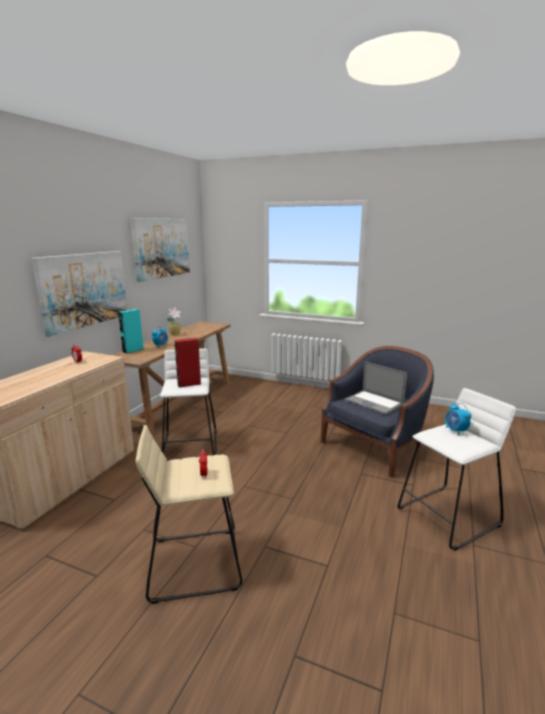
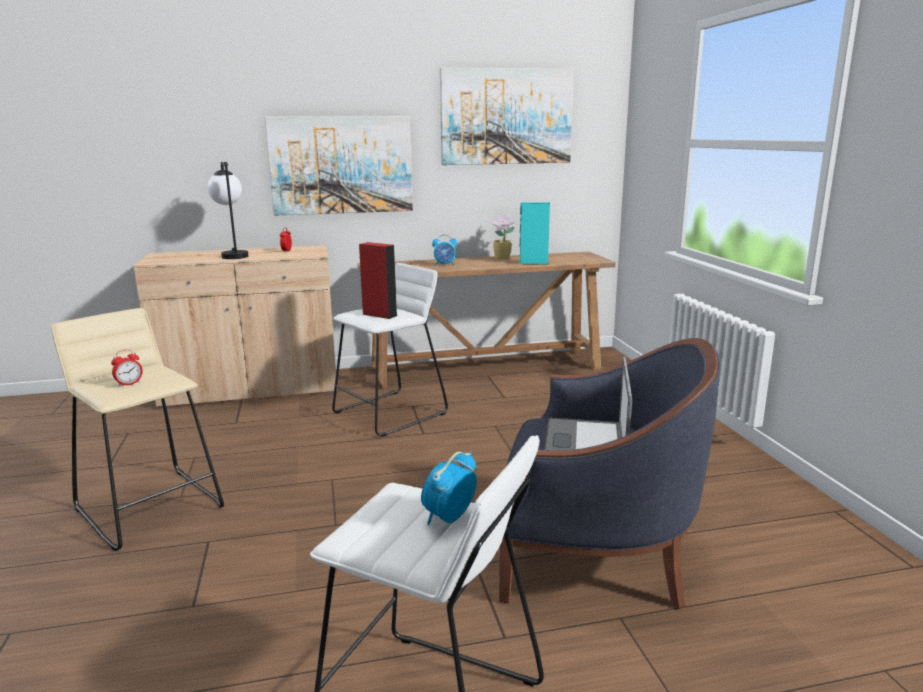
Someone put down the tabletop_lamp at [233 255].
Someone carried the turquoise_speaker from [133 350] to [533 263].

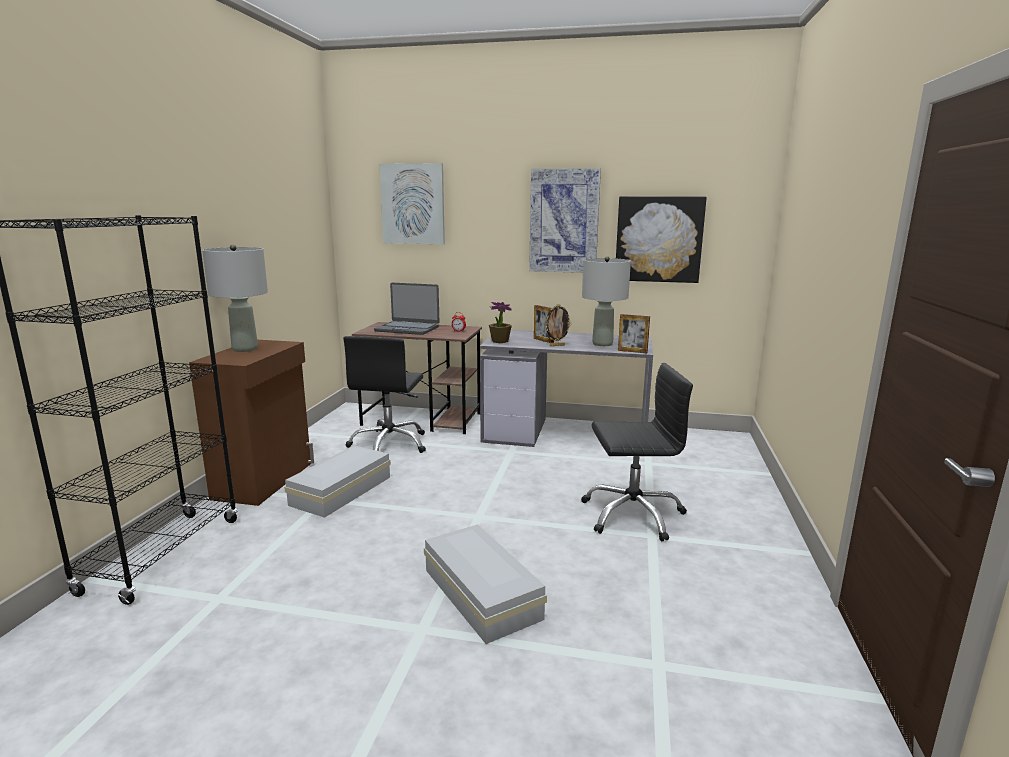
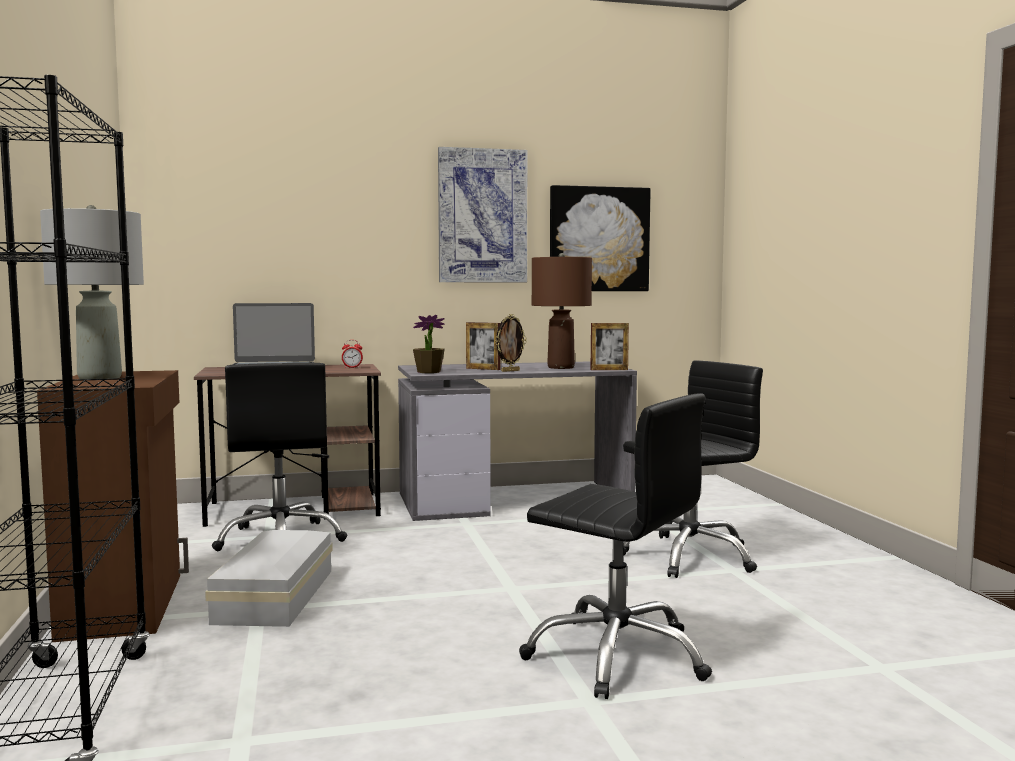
Someone took away the wall_picture at [413 204].
Someone swapped the whitish_storage_bin at [481 595] for the black_office_chair at [617 656].
Someone repainted the greyish_tabletop_lamp at [602 344], which became the brown-coloured_tabletop_lamp at [561 367].

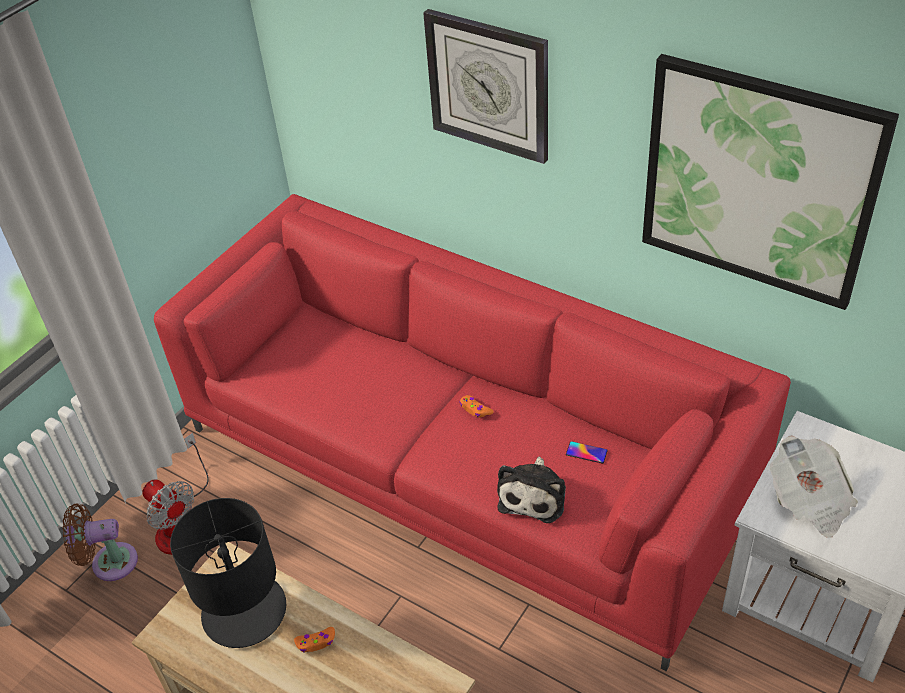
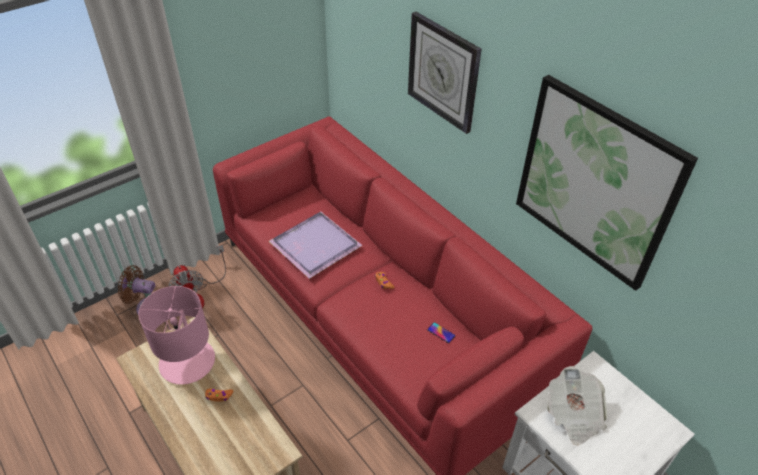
Someone took away the cuddly_toy at [534 495].
Someone put down the purplish_tray at [313 245].
Someone repainted the black_tabletop_lamp at [244 610], which became the pink_tabletop_lamp at [187 361].

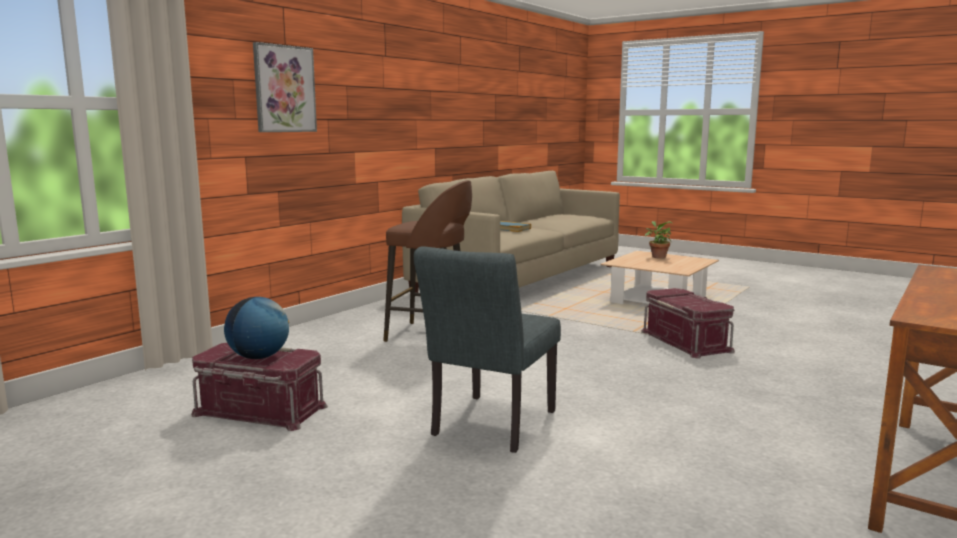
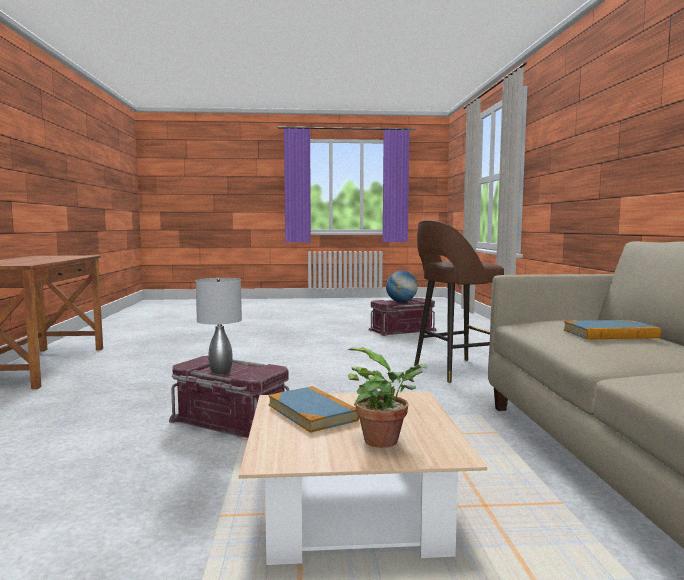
Someone took away the wall_picture at [284 89].
Someone took away the greyish_chair at [489 427].
Someone put down the greyish_tabletop_lamp at [221 371].
Someone put down the bound_book at [312 412].

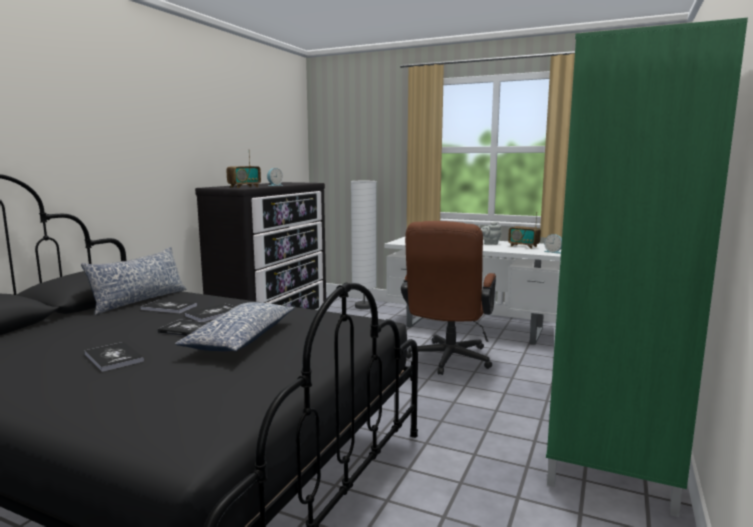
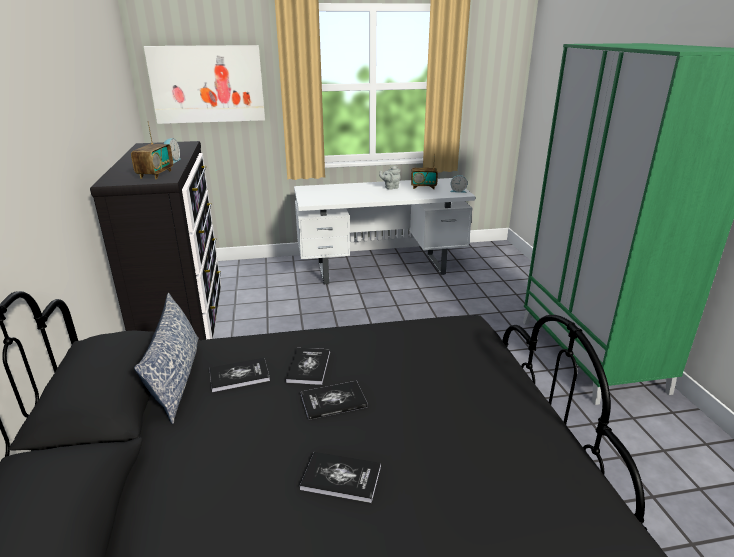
Someone took away the throw_pillow at [240 339].
Someone took away the whitish_standing_lamp at [364 306].
Someone took away the brown-coloured_office_chair at [447 361].
Someone put up the wall_picture at [207 84].

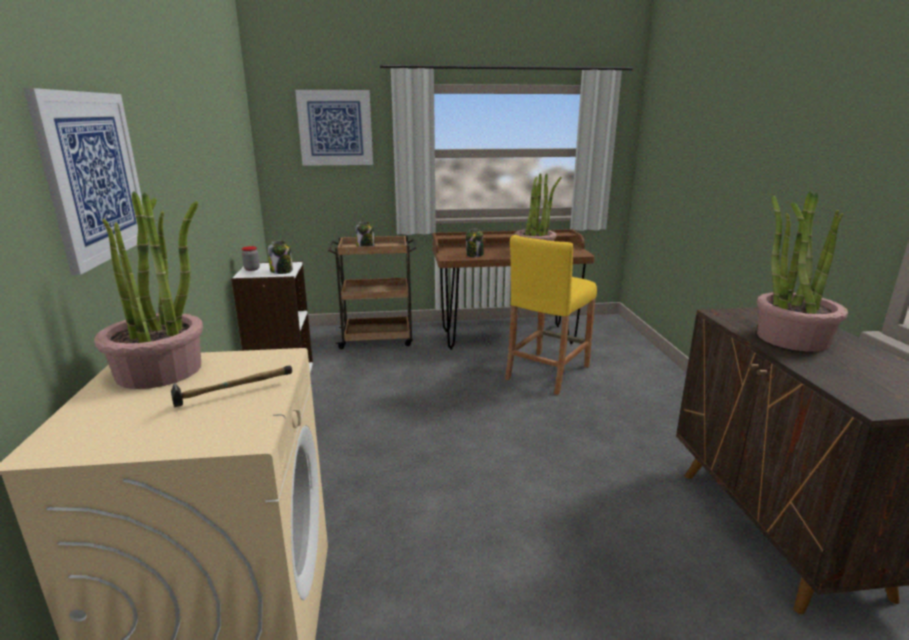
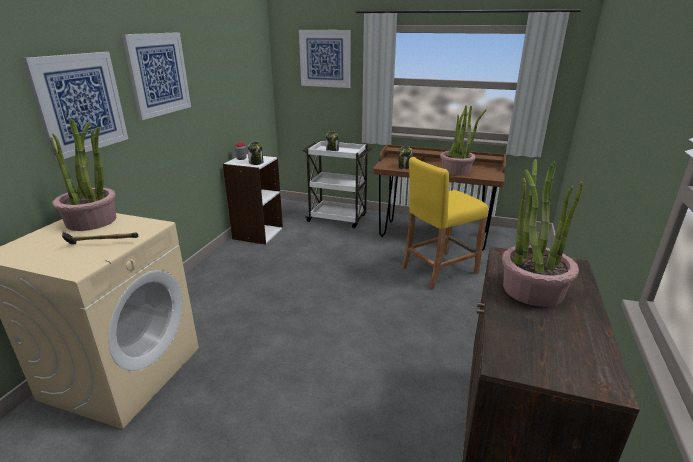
Someone put up the wall_picture at [158 74].
Someone repainted the brown-coloured_trolley at [378 339], which became the whitish_trolley at [338 218].

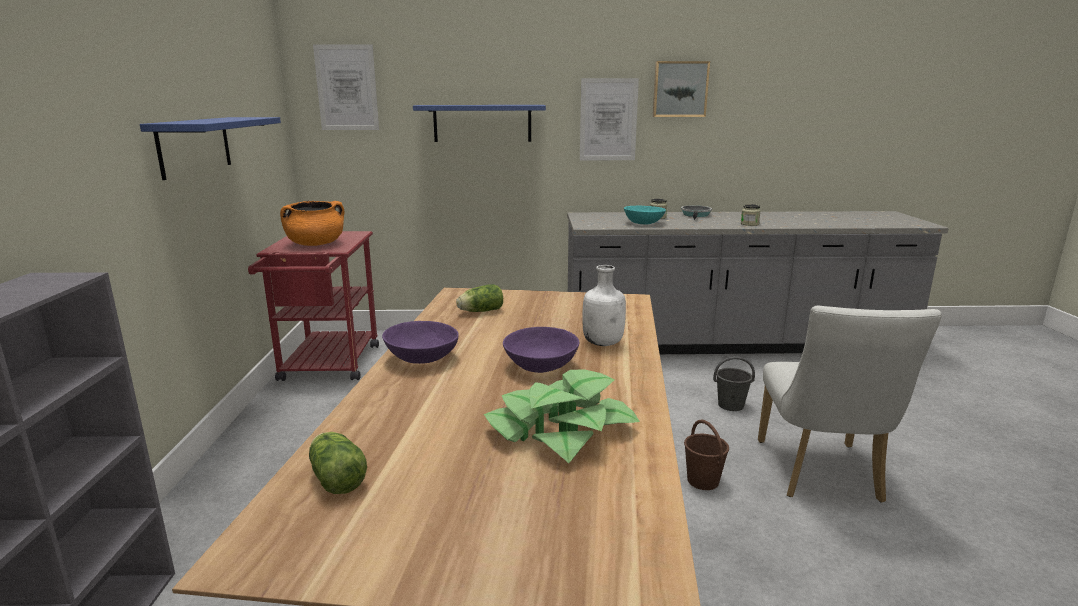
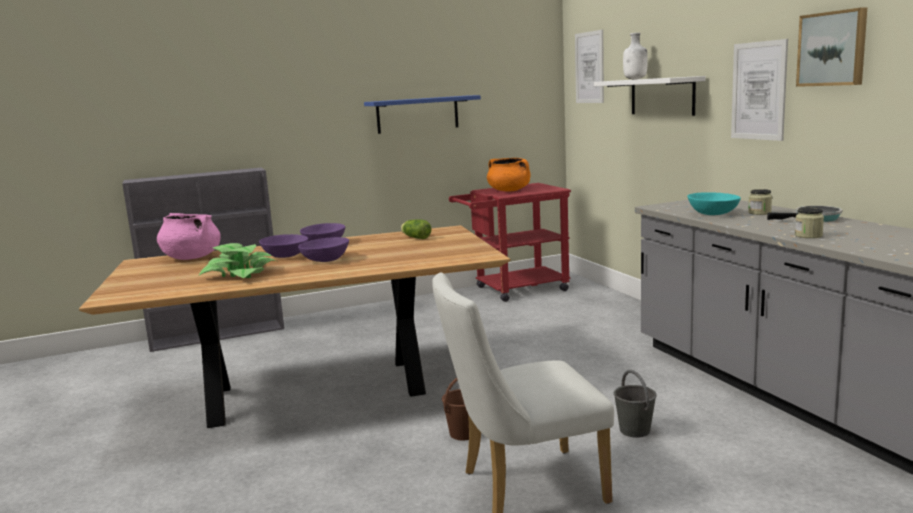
Someone put down the purplish_serving_bowl at [285 256].
Someone carried the whitish_beverage_bottle from [603 343] to [635 79].
Someone swapped the lettuce_head at [336 477] for the pink_stockpot at [191 258].
Someone repainted the bluish_wall_shelf at [482 123], which became the whitish_wall_shelf at [662 96].

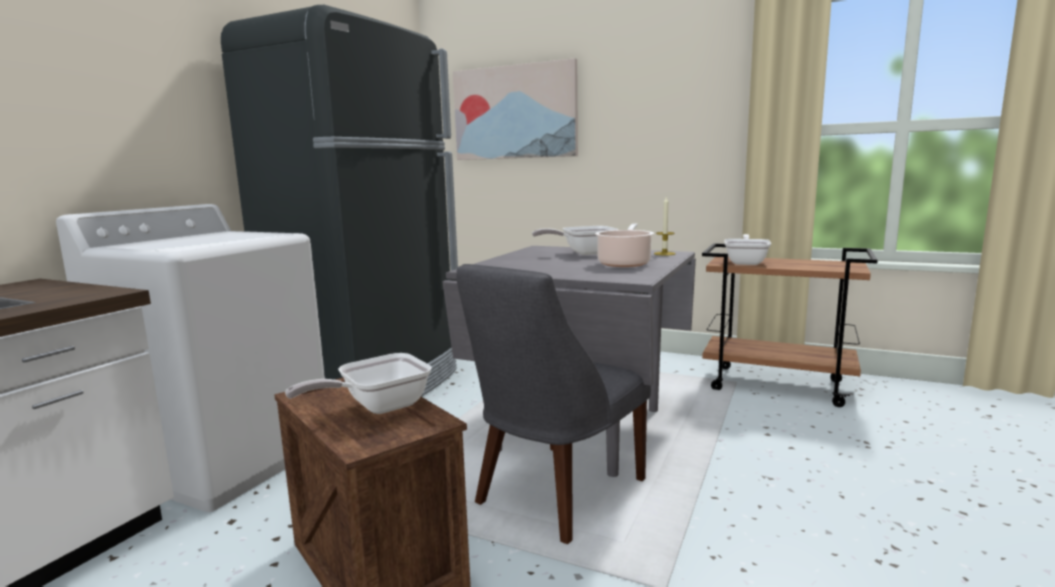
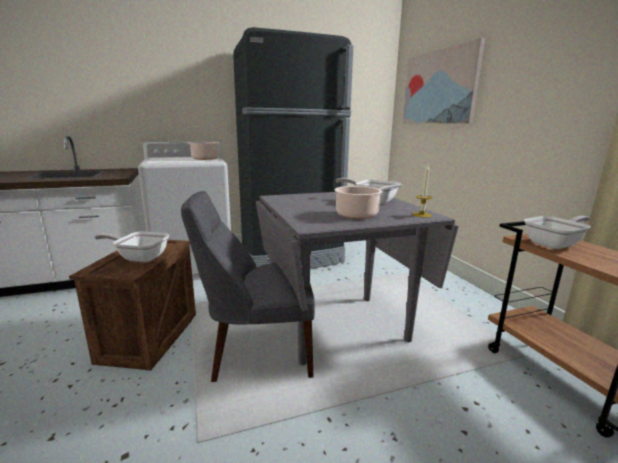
Someone put down the stockpot at [203 159].

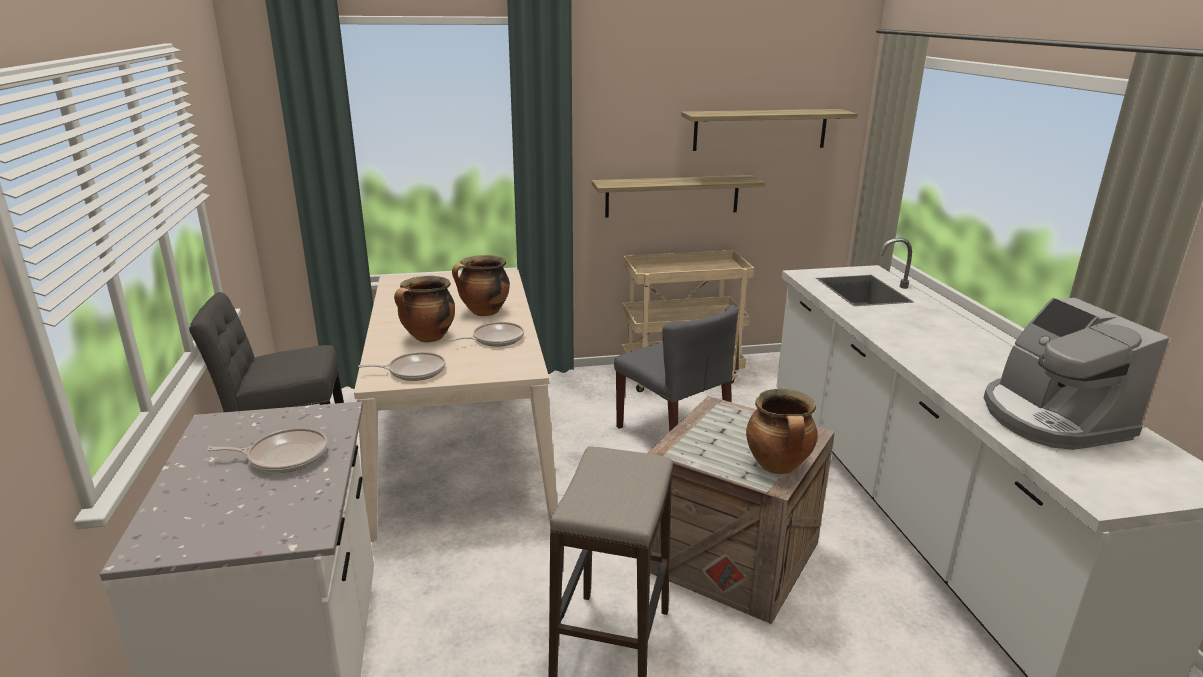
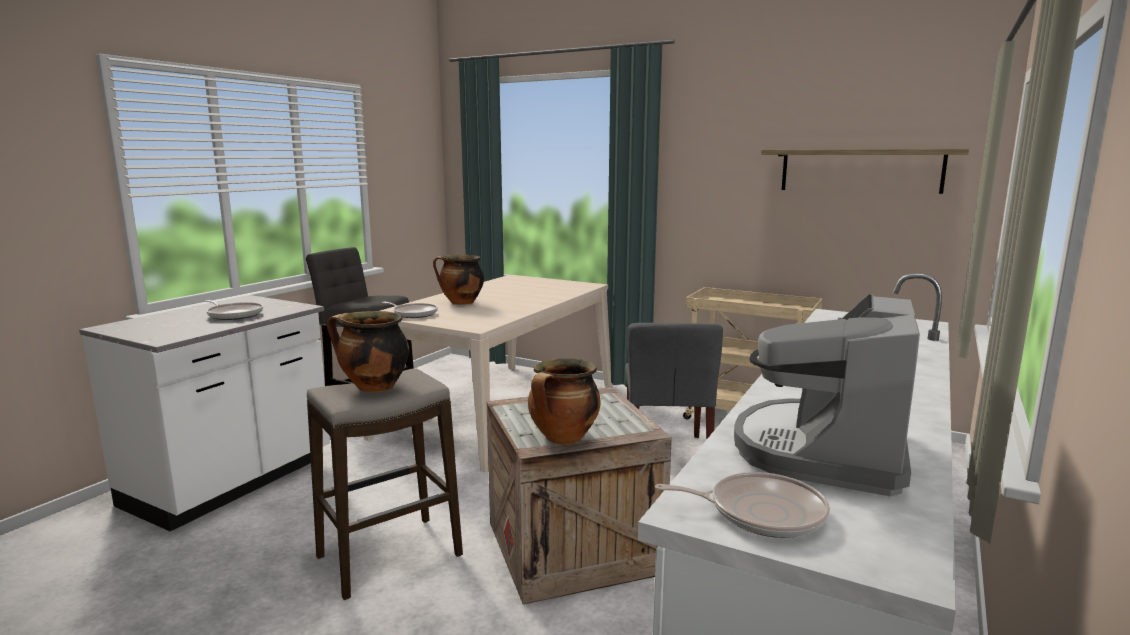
Someone took away the wall_shelf at [672 196].
Someone carried the frying_pan from [495 339] to [760 512].
Someone carried the stockpot from [484 312] to [373 387].

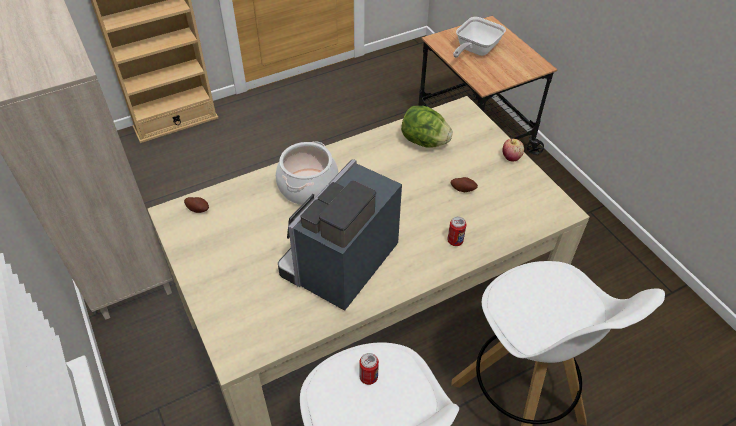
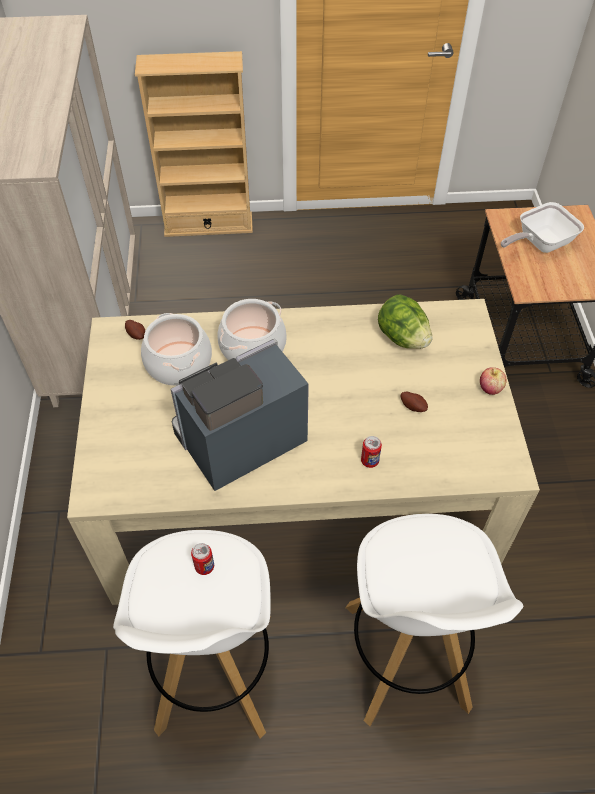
Someone put down the stockpot at [178 363].

